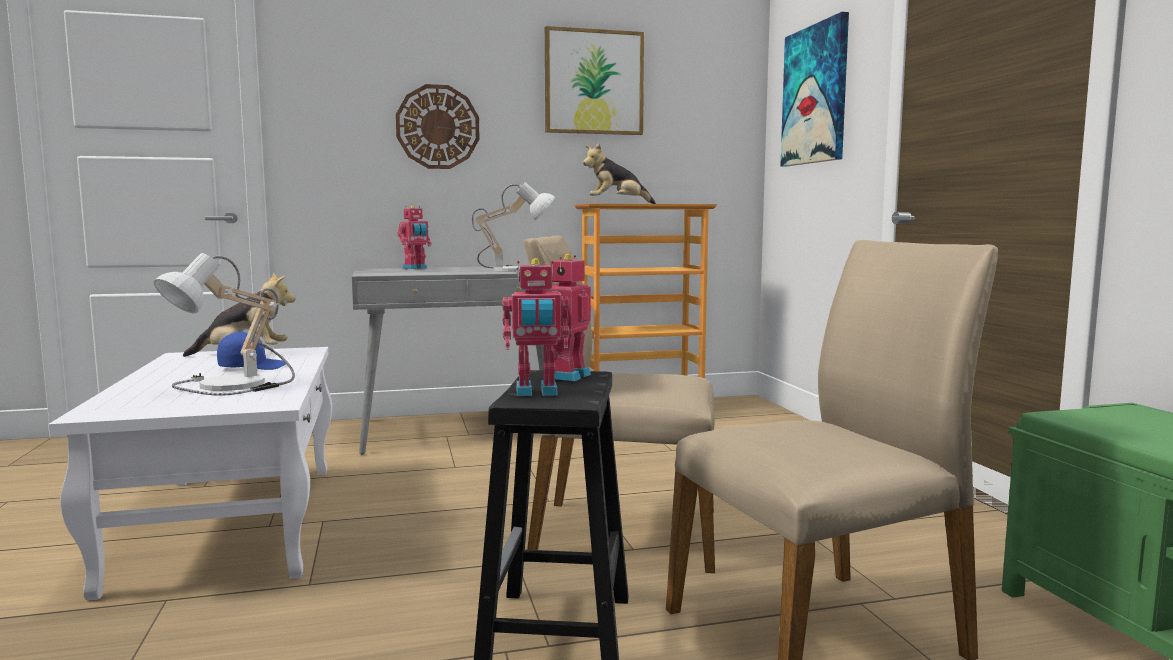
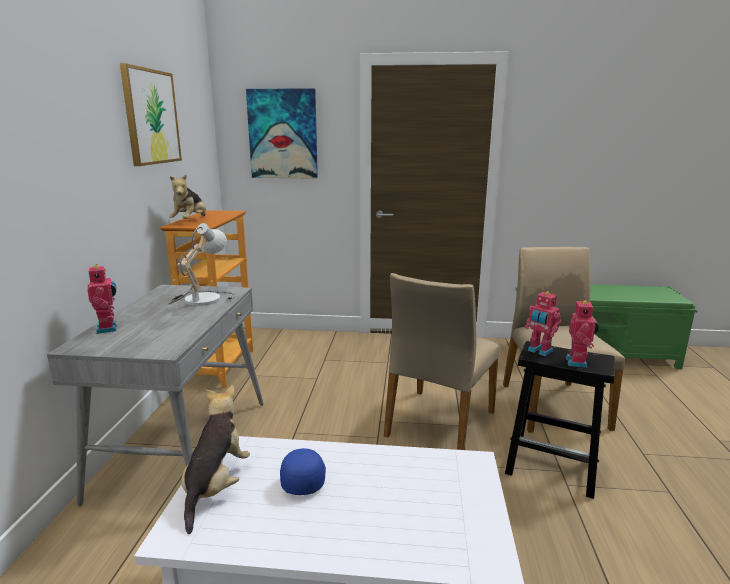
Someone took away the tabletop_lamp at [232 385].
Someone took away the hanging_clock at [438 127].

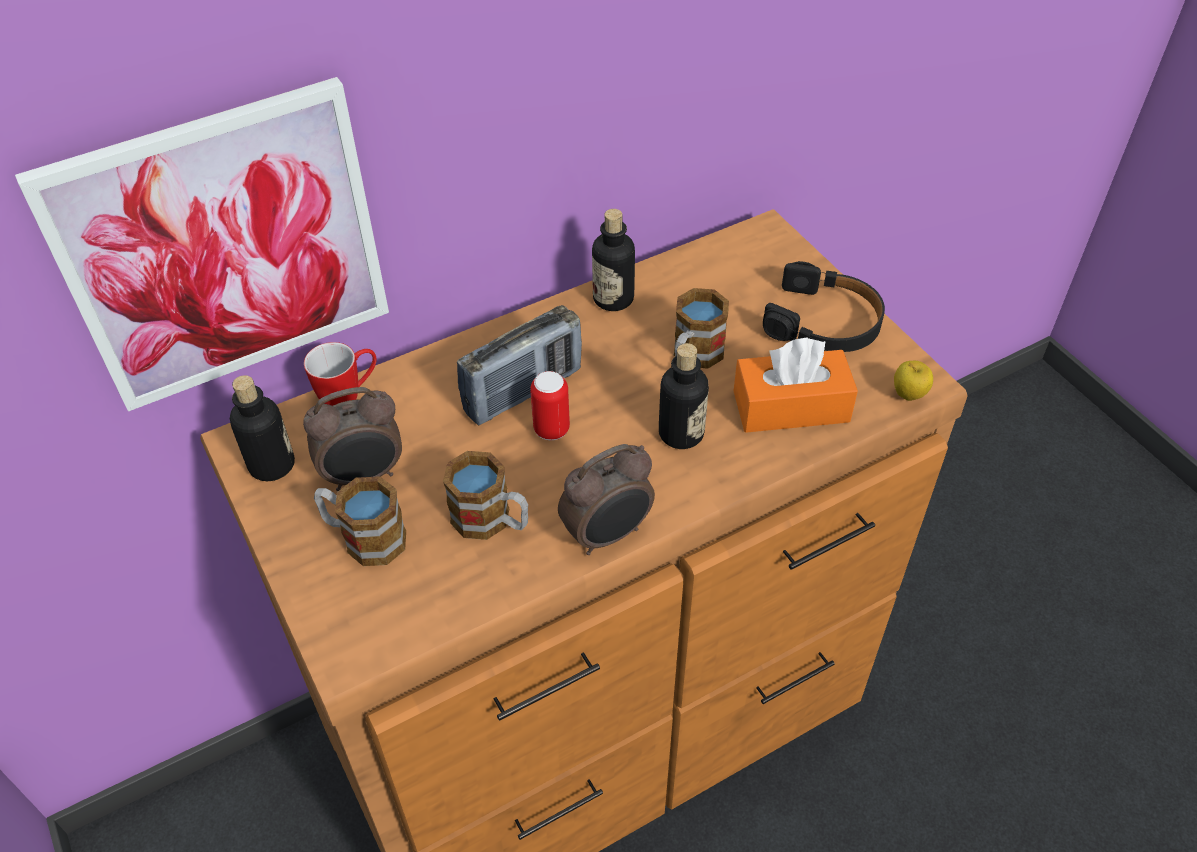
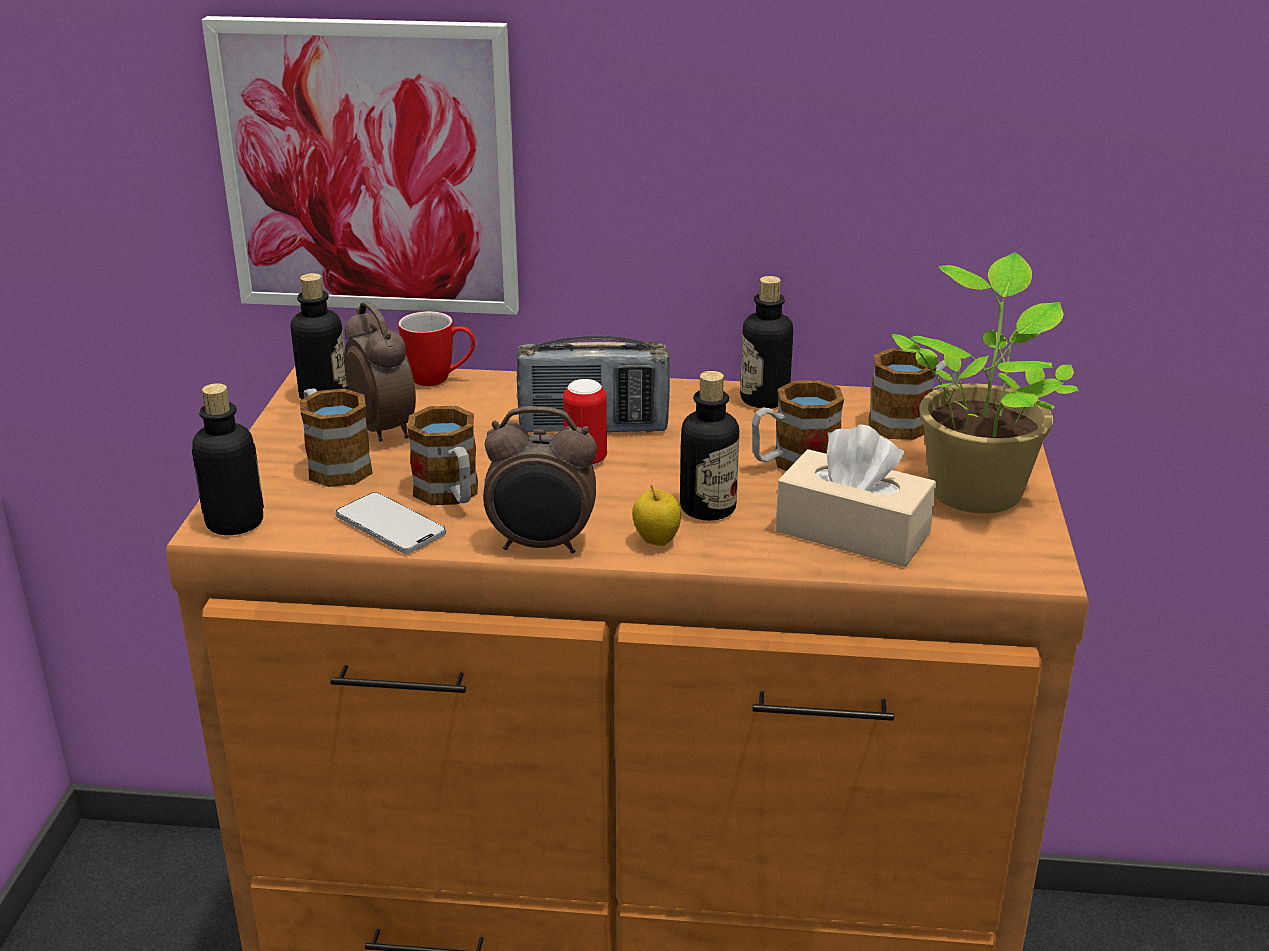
Someone put down the beverage_bottle at [235 522].
Someone put down the handset at [390 525].
Someone put down the mug at [911 423].
Someone carried the apple from [908 396] to [656 542].
Someone swapped the black_headphones at [824 322] for the houseplant at [975 488].
Someone repainted the orange_tissue_holder at [791 406], which became the sand-coloured_tissue_holder at [852 532].
Someone rotated the bedside_clock at [364 476] by 135 degrees counterclockwise.

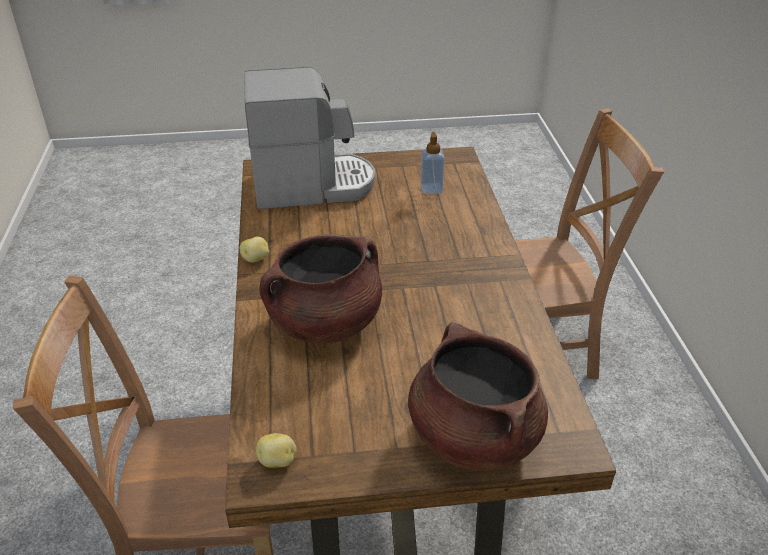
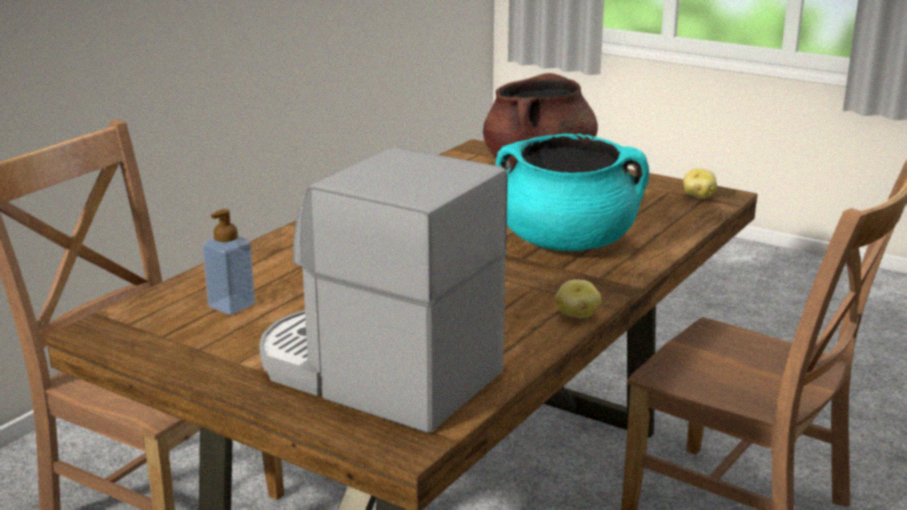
Someone repainted the brown-coloured_stockpot at [325 324], which became the turquoise_stockpot at [567 243].

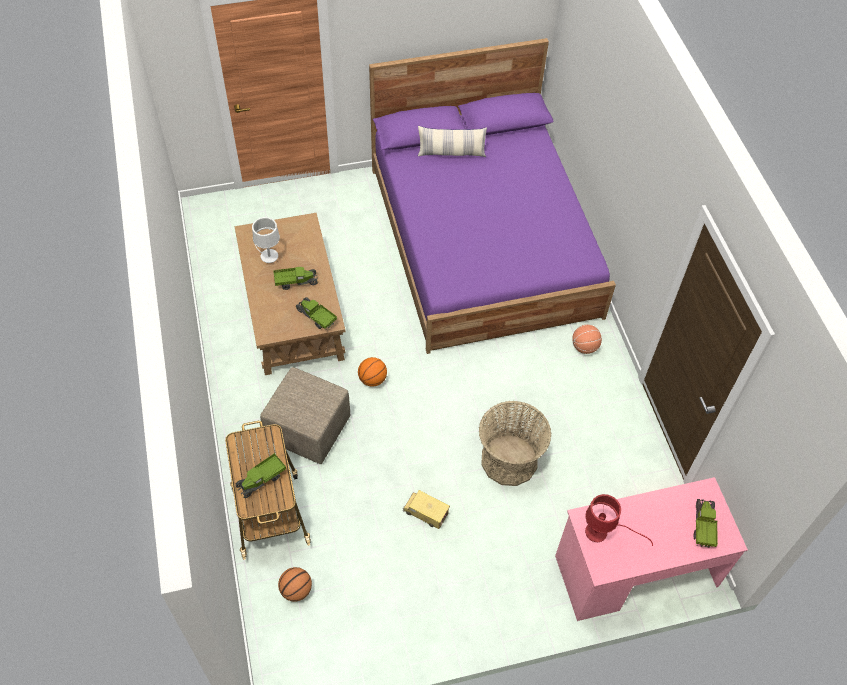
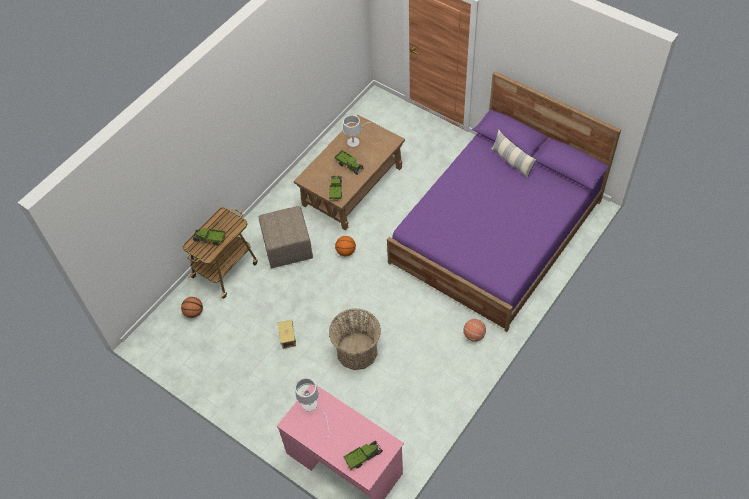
Someone repainted the reddish_tabletop_lamp at [602 533], which became the whitish_tabletop_lamp at [312 408].

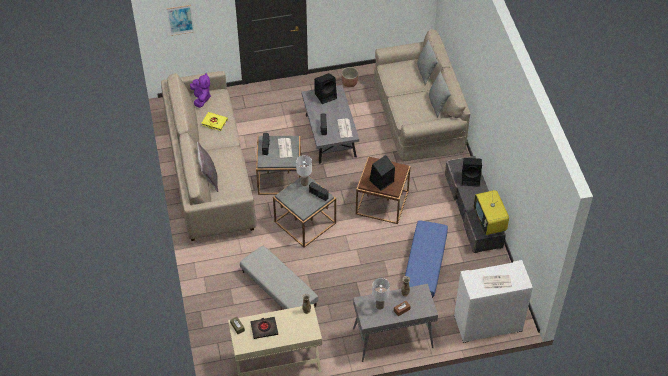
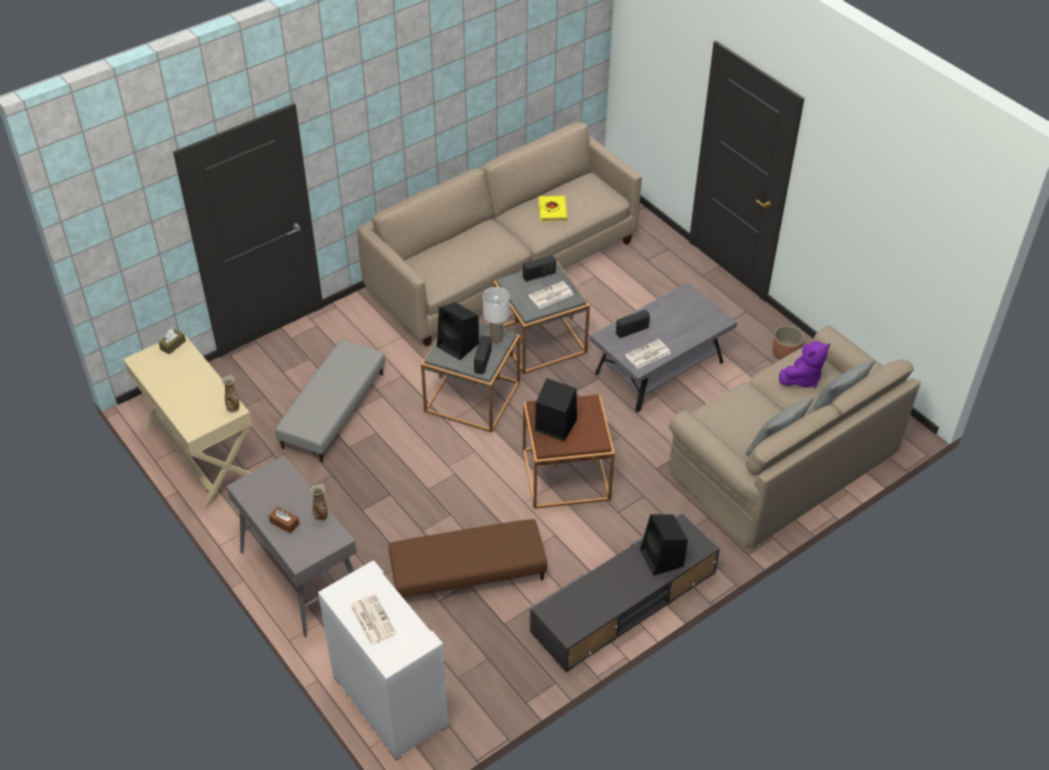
Someone took away the wall_picture at [180 20].
Someone took away the greyish_throw_pillow at [209 178].
Someone took away the black_bound_book at [264 329].
Someone took away the whitish_tabletop_lamp at [379 306].
Someone took away the TV at [489 222].
Someone carried the purplish_cuddly_toy from [201 98] to [802 378].
Someone carried the black_speaker from [326 95] to [459 345].
Someone repainted the bluish_ottoman at [425 265], which became the brown-coloured_ottoman at [468 572].

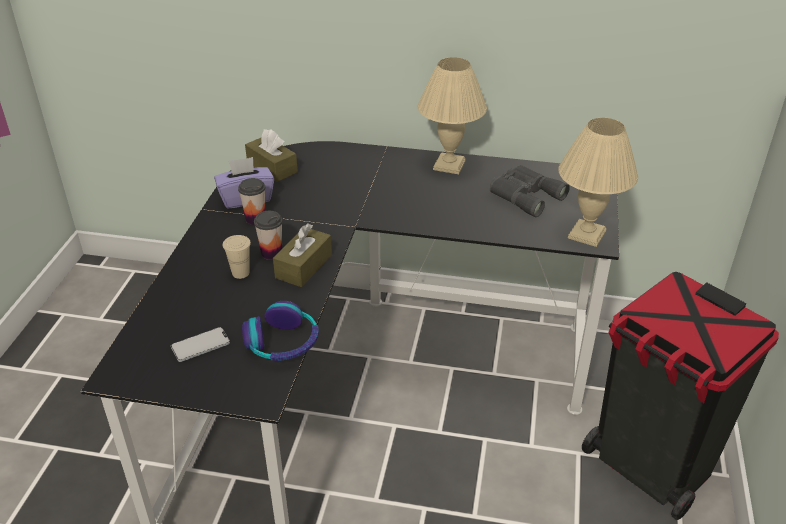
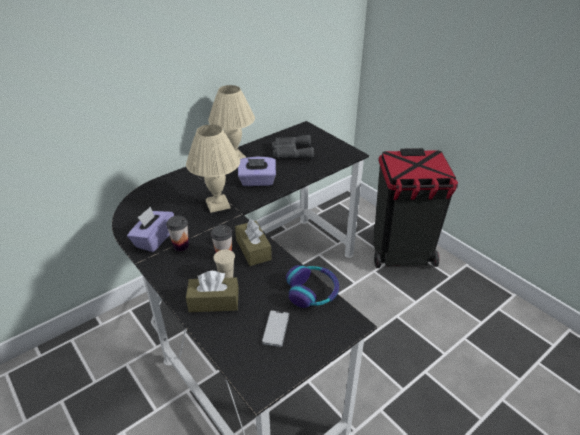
Someone put down the purplish_tissue_holder at [257 181].
Someone carried the brown-coloured_tissue_holder from [272 167] to [214 302].
Someone carried the sand-coloured_tabletop_lamp from [585 234] to [217 205].

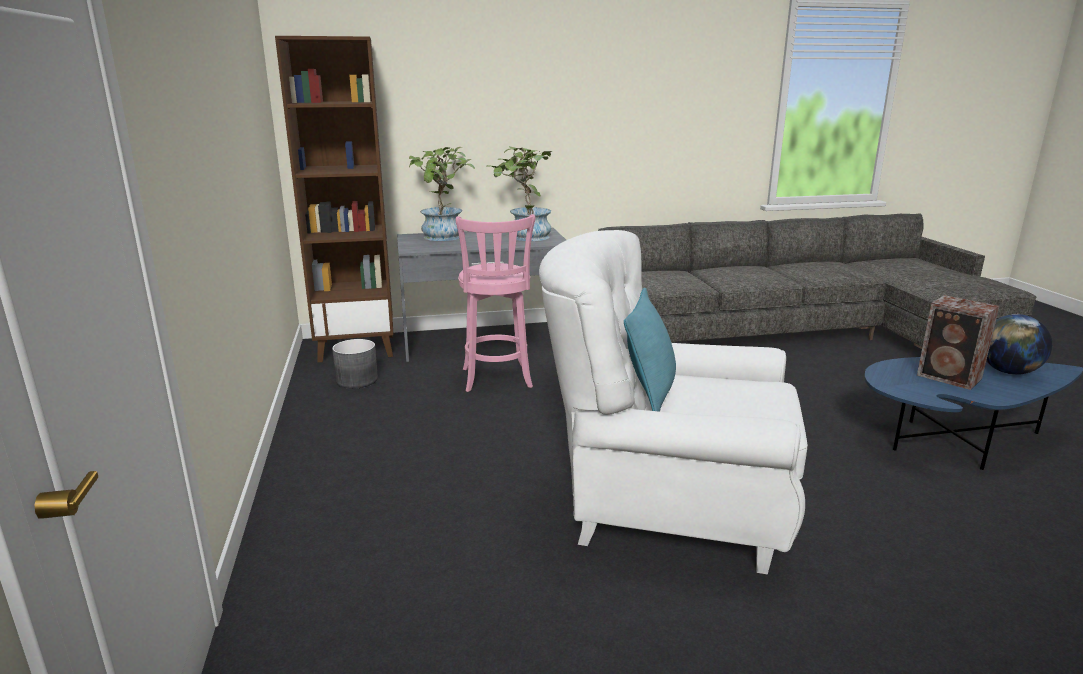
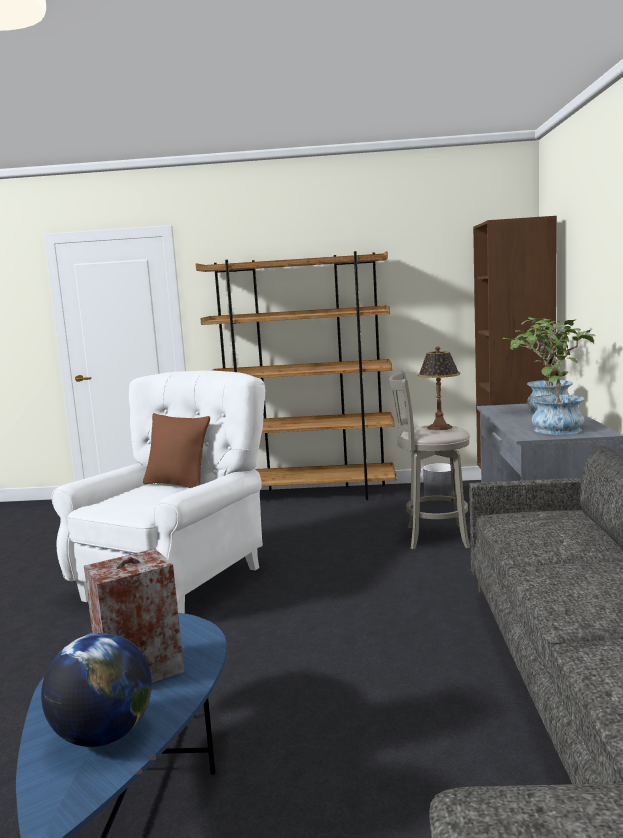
Someone put down the brown-coloured_bookcase at [308 495].
Someone put down the tabletop_lamp at [440 427].
Someone repainted the pink_sitting_stool at [497 380], which became the greyish_sitting_stool at [432 537].
Someone repainted the turquoise_throw_pillow at [649 395], which became the brown-coloured_throw_pillow at [178 484].

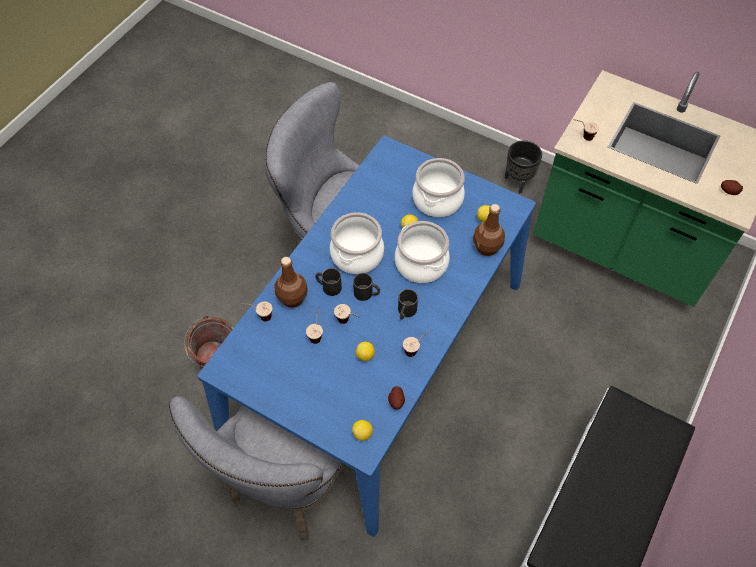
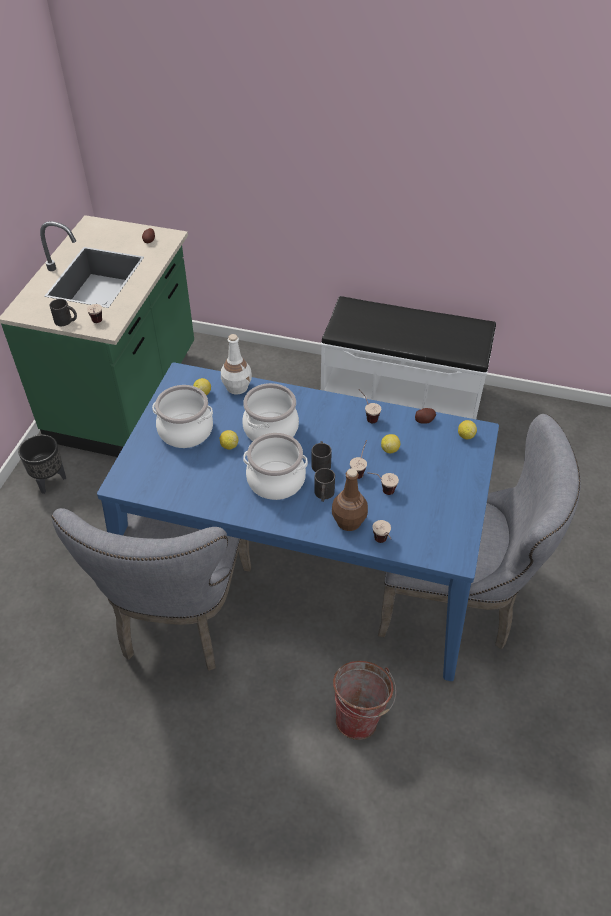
Someone carried the black_mug from [405 312] to [66 321].
Someone repainted the brown-coloured_beverage_bottle at [487 247], which became the whitish_beverage_bottle at [237 387].

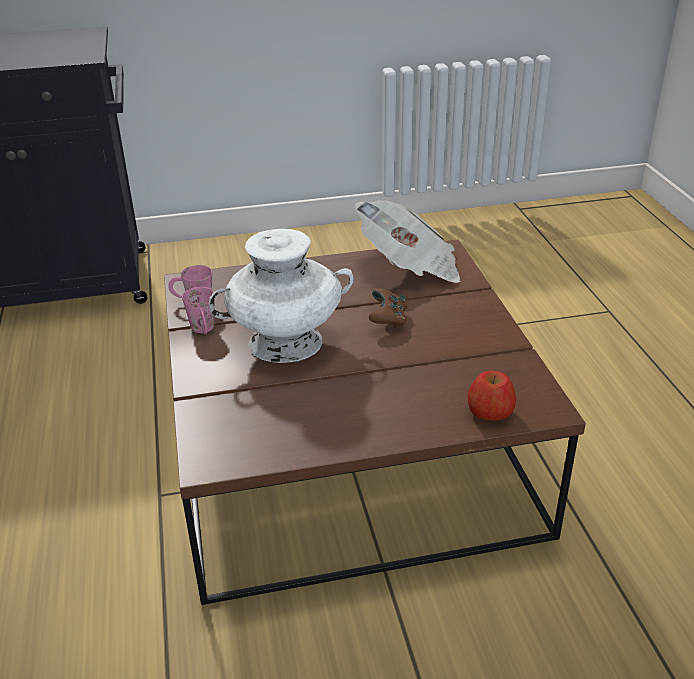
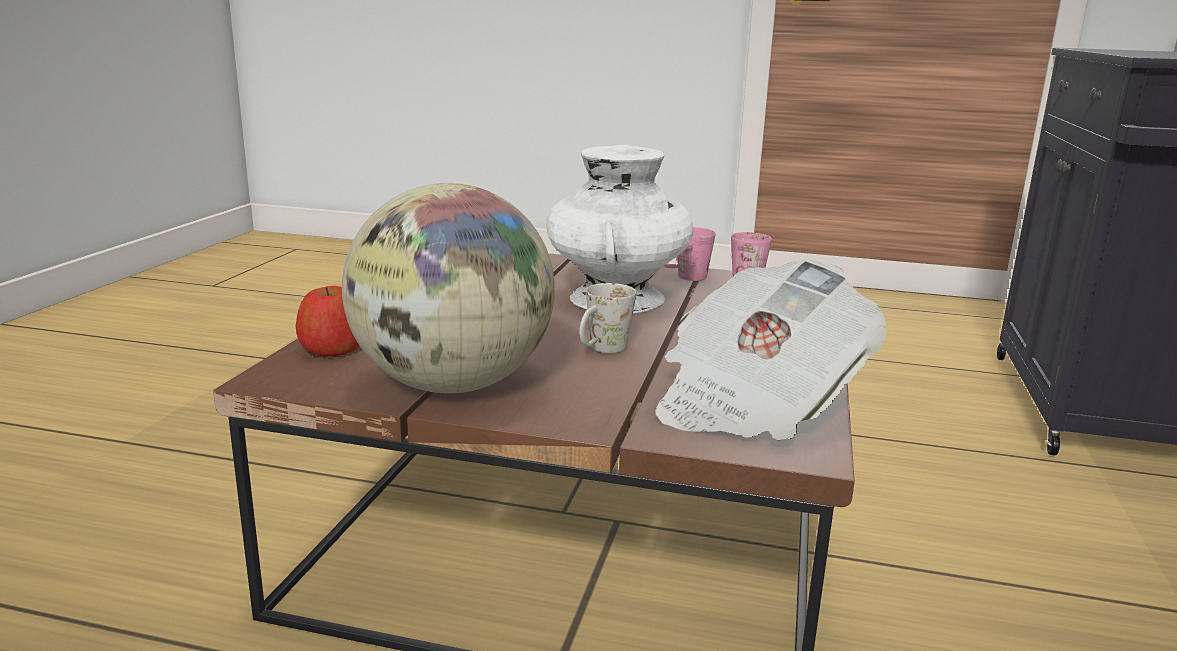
Someone put down the world_globe at [452 385].
Someone swapped the brown-coloured_joypad at [388 320] for the whitish_mug at [602 350].

